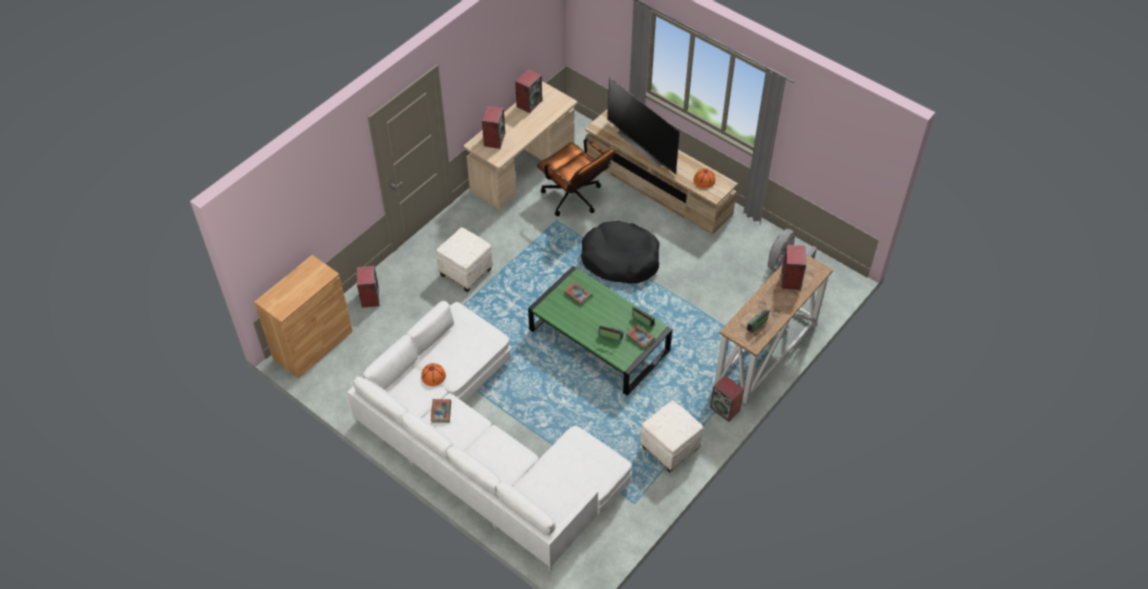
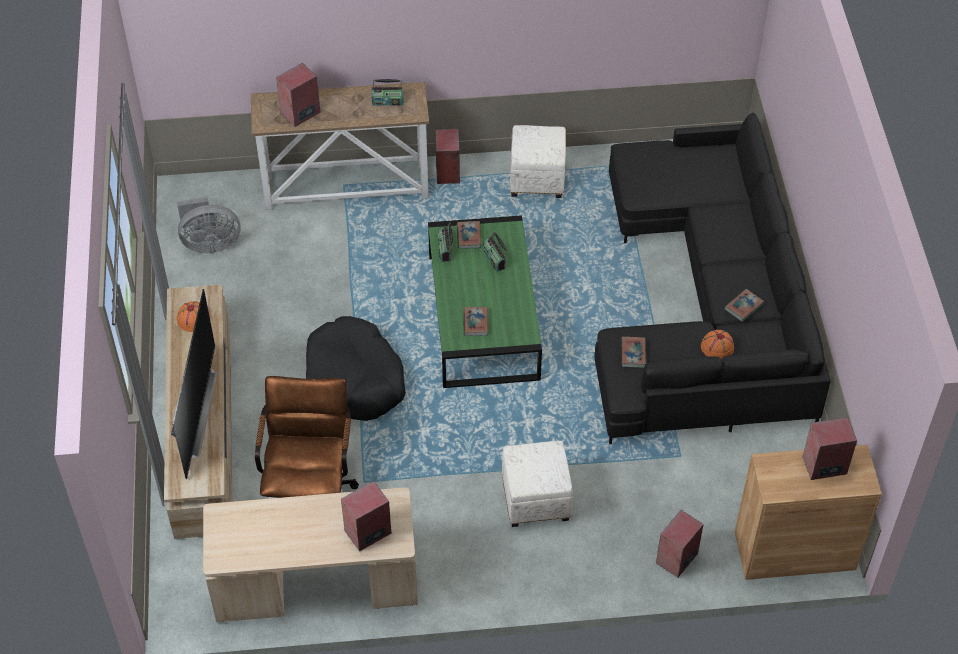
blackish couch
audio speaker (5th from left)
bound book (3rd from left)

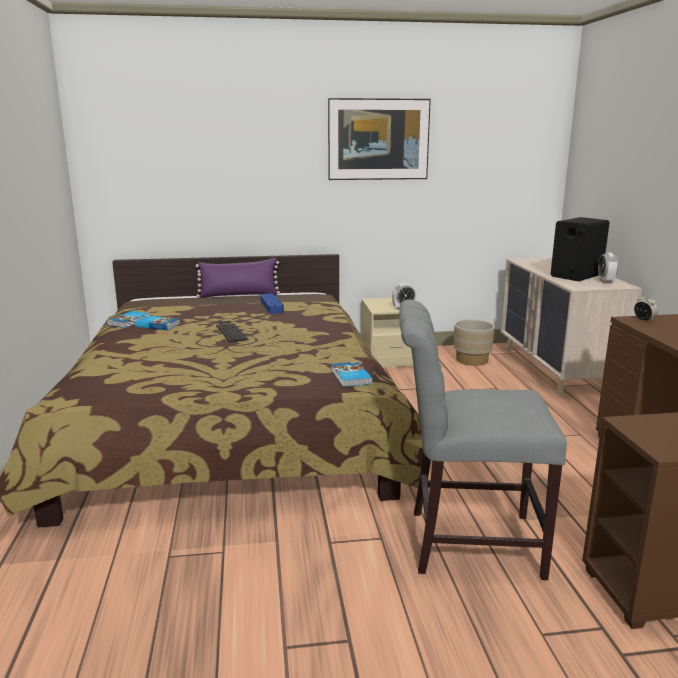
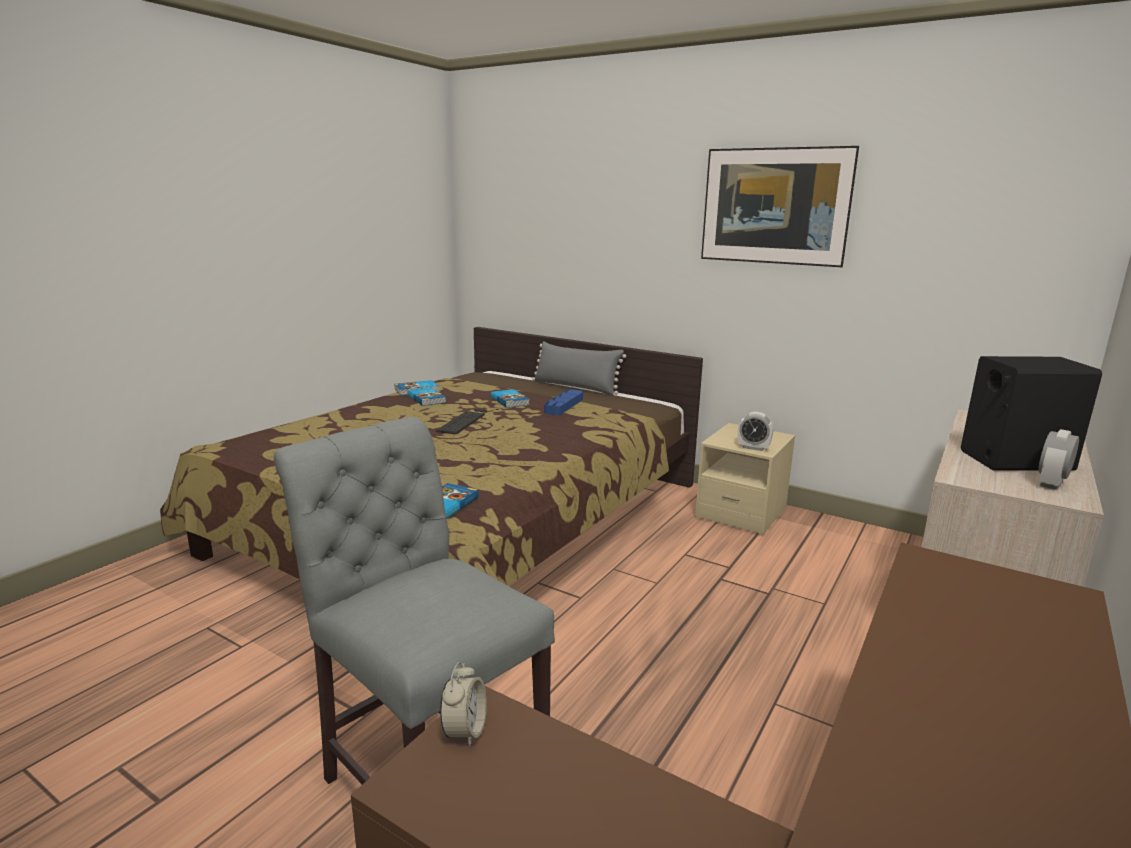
greyish pillow
beige flower pot
alarm clock (1st from left)
bound book (4th from left)

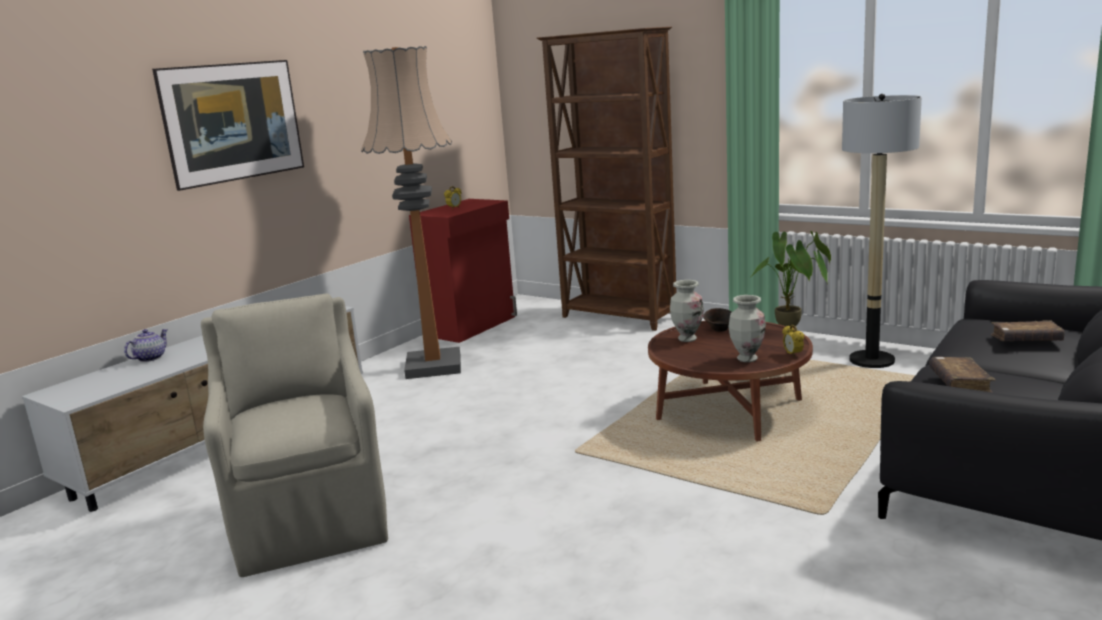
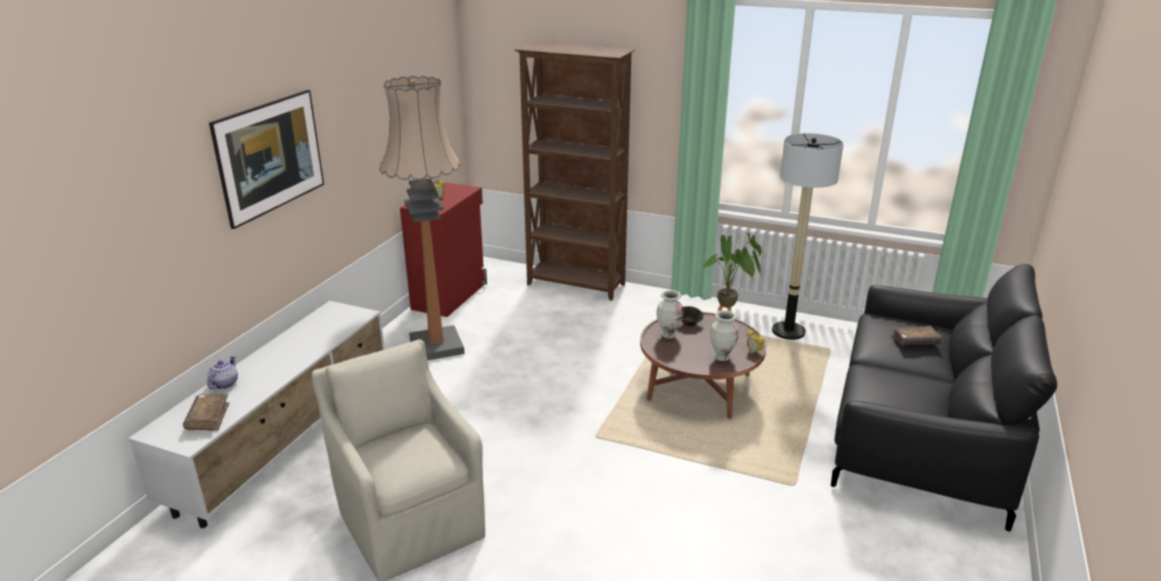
brown-coloured bound book (1st from left)

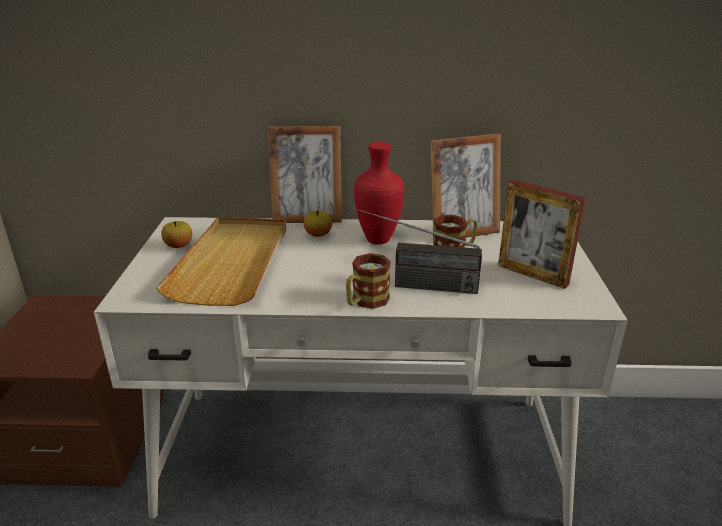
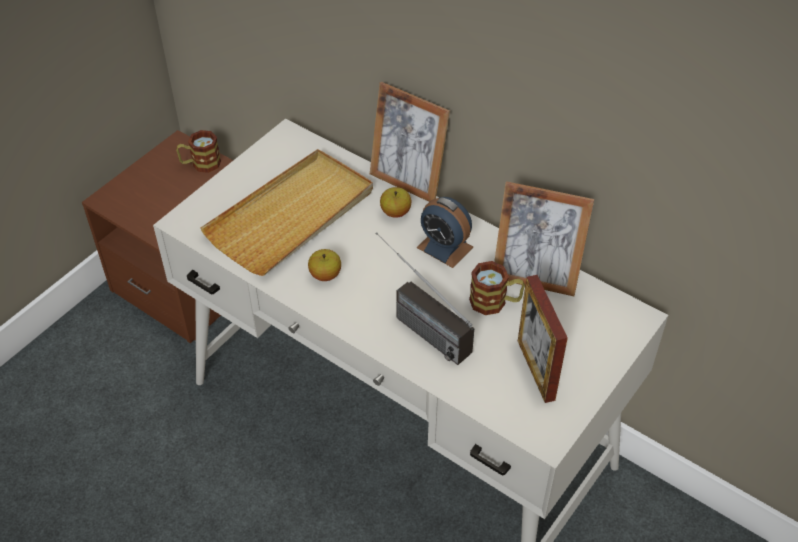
apple (1st from left)
mug (1st from left)
alarm clock

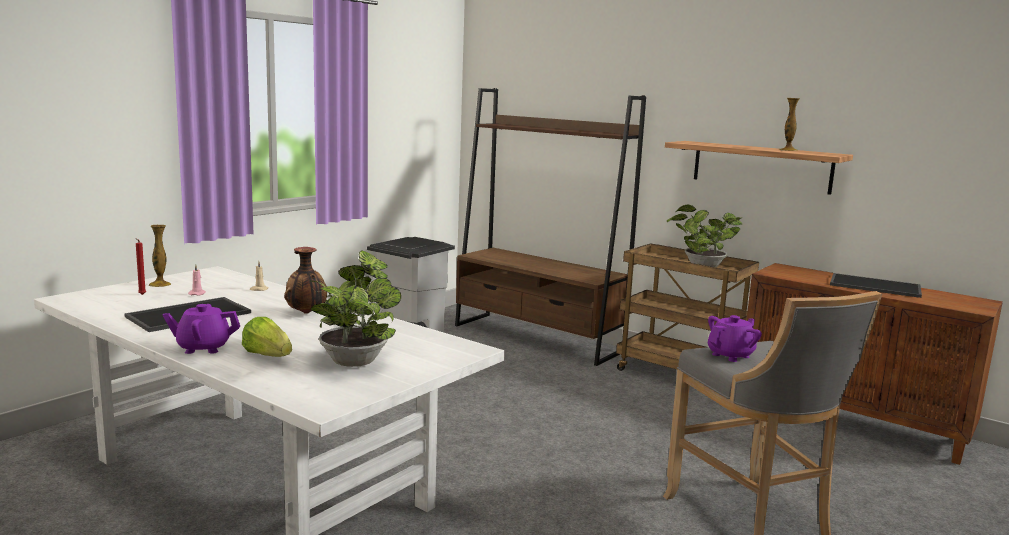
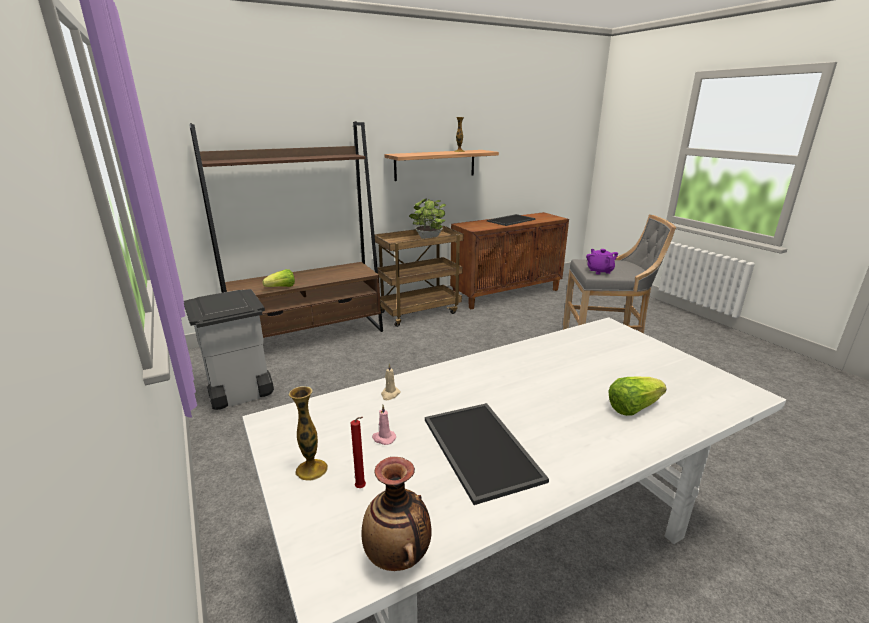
purple teapot (1st from left in the first image)
vase (2nd from left)
potted plant (1st from left in the first image)
lettuce head (1st from left)

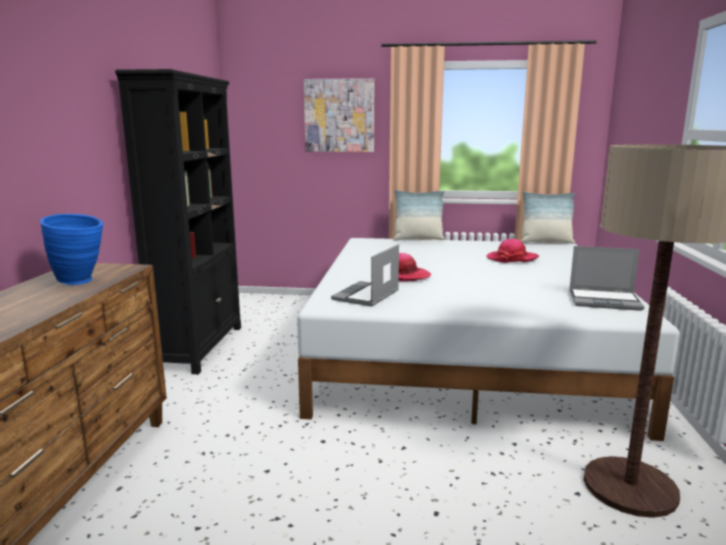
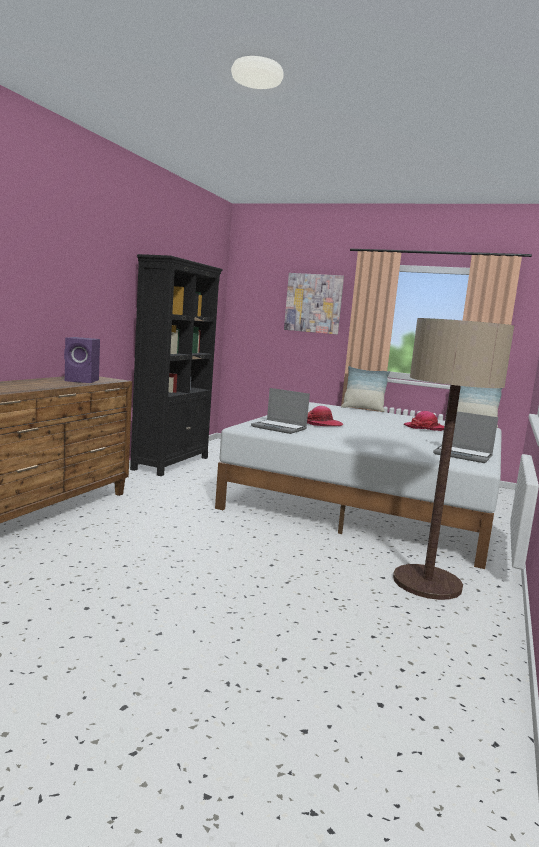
purple audio speaker
portable computer (1st from left)

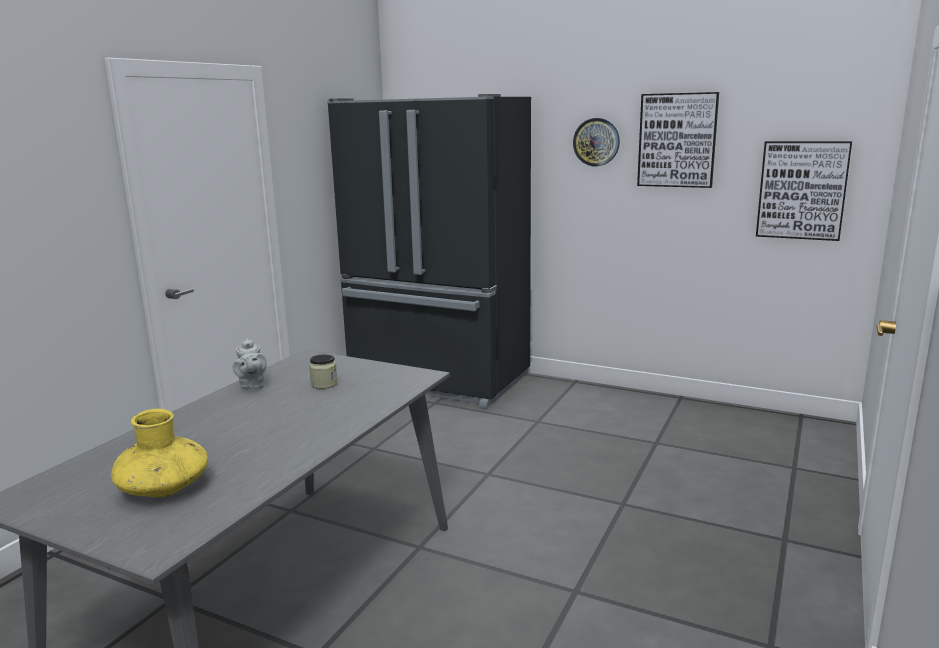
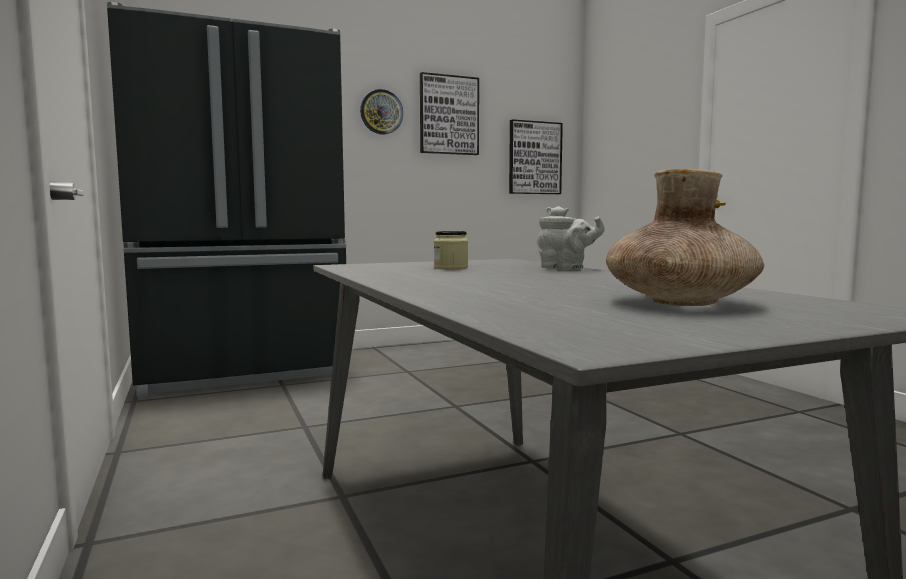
brown-coloured vase
greyish teapot

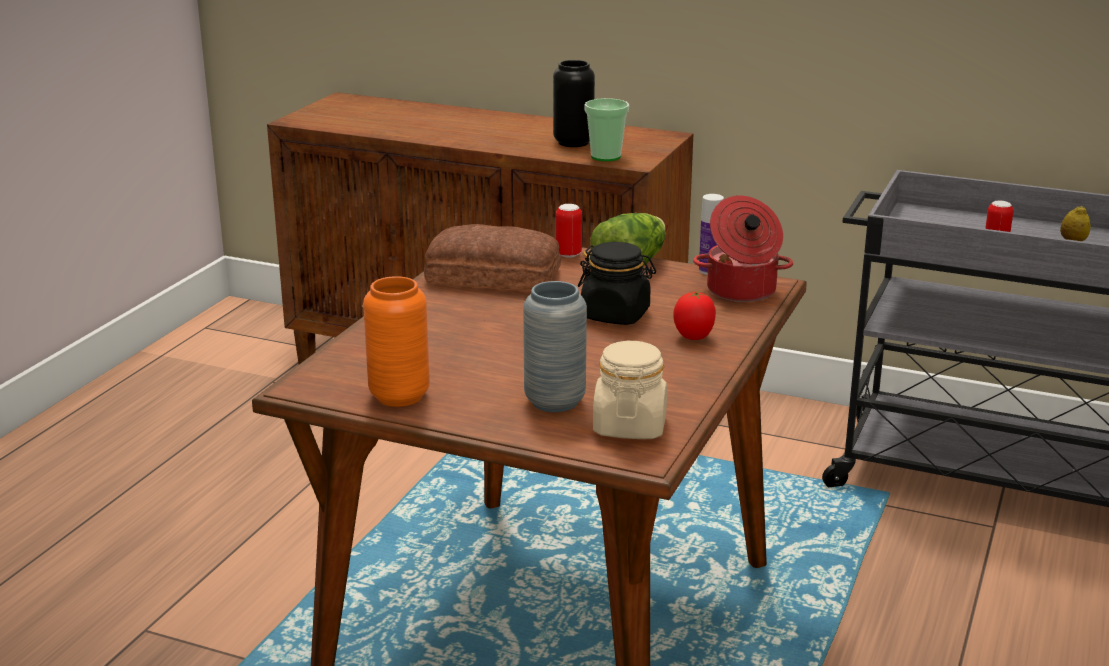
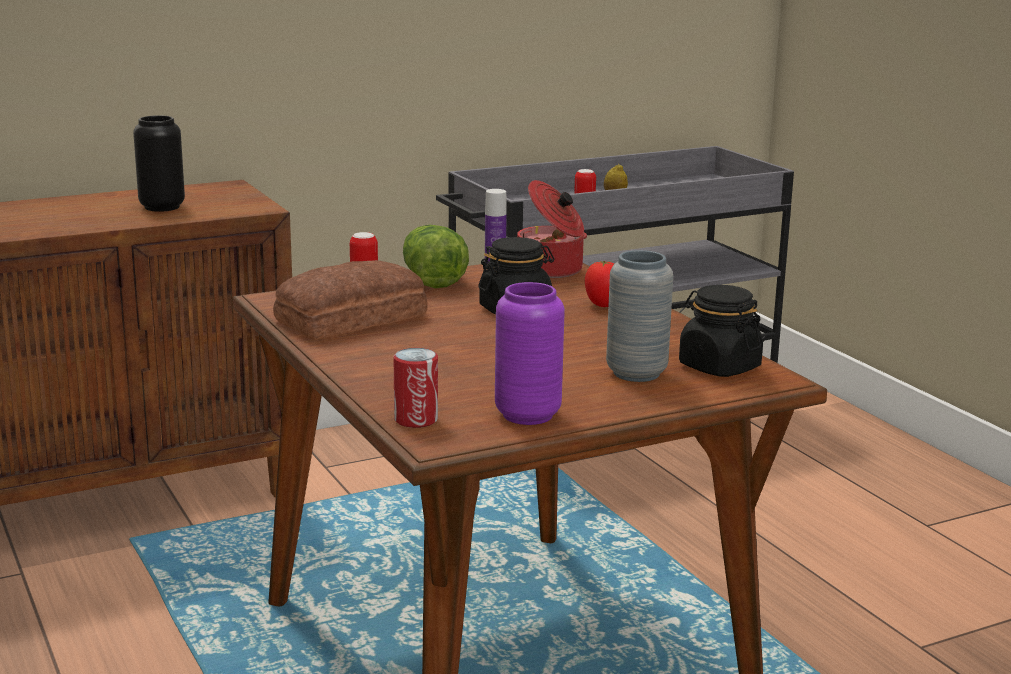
purple vase
cup
blackish preserve jar (2nd from left)
metal can (2nd from left)

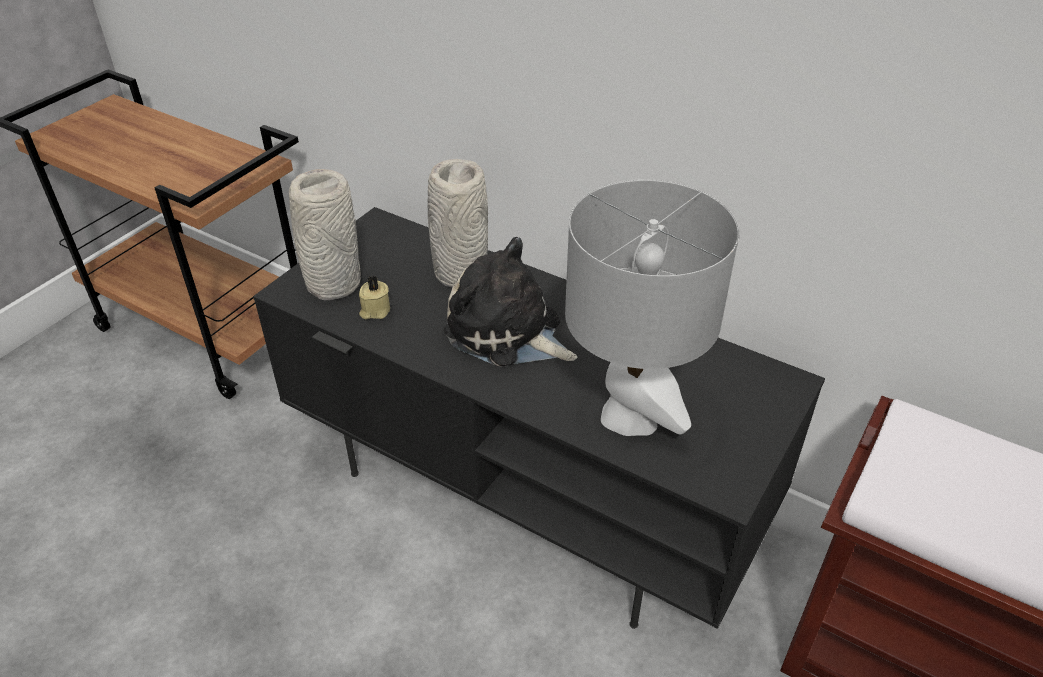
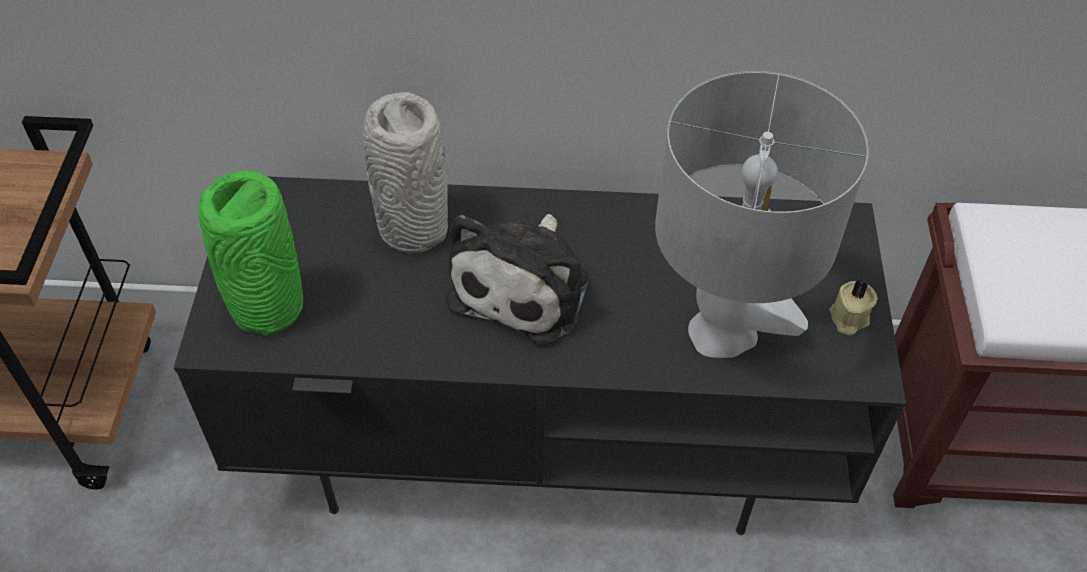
greenish vase
beige wax light
plush toy

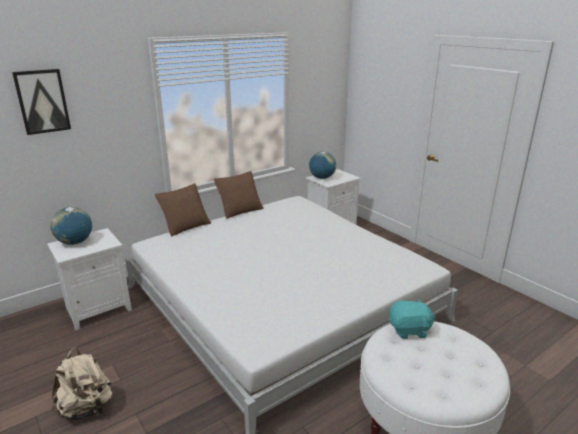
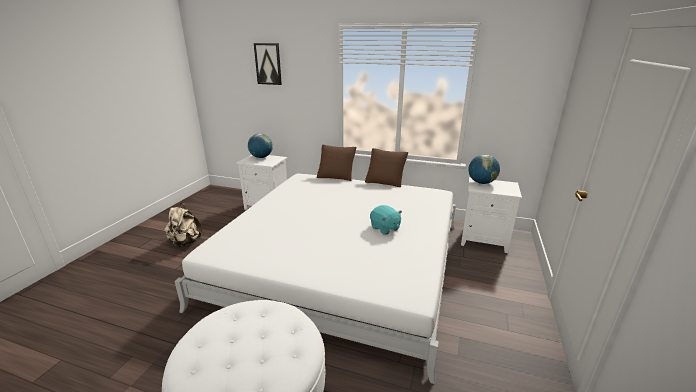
turquoise-coloured plush toy

